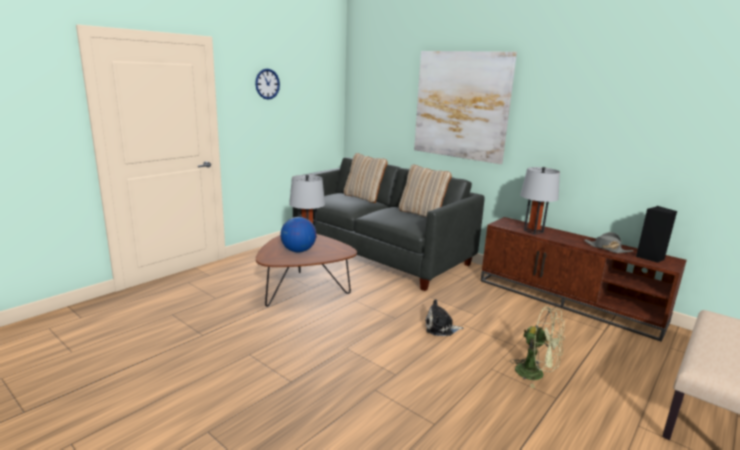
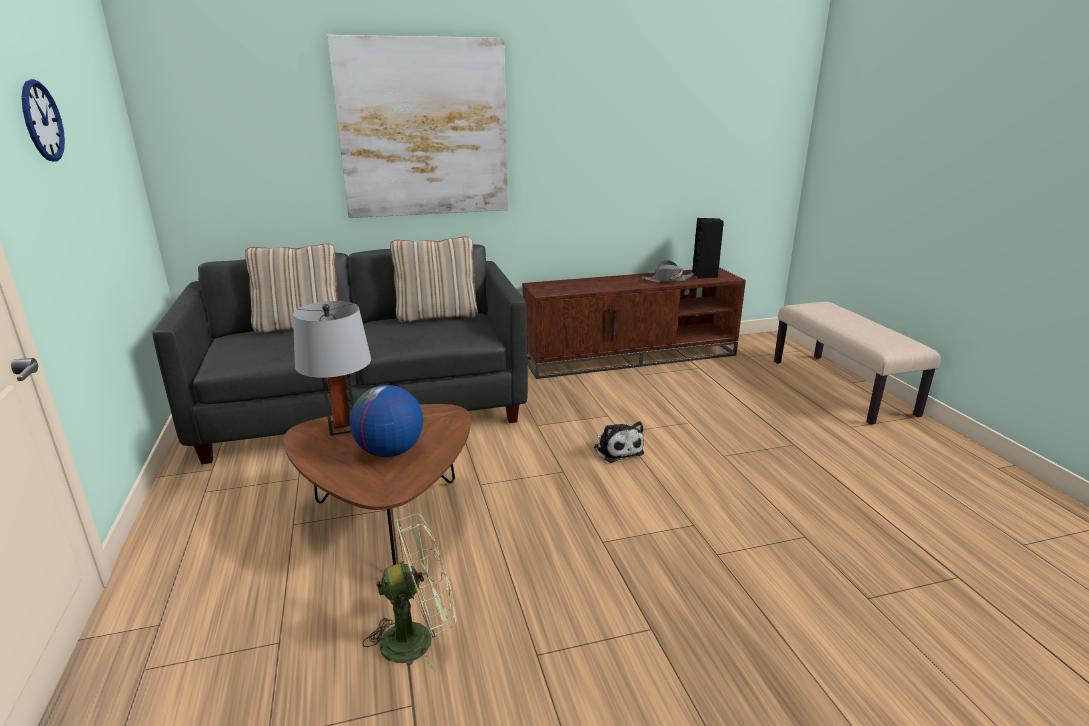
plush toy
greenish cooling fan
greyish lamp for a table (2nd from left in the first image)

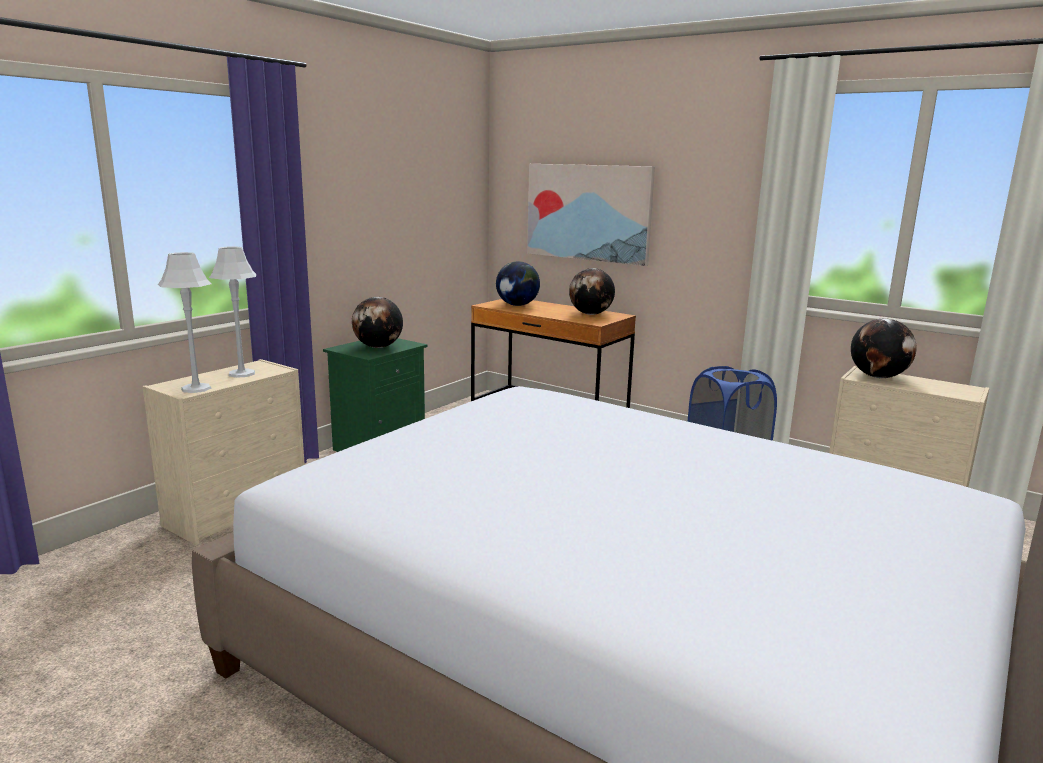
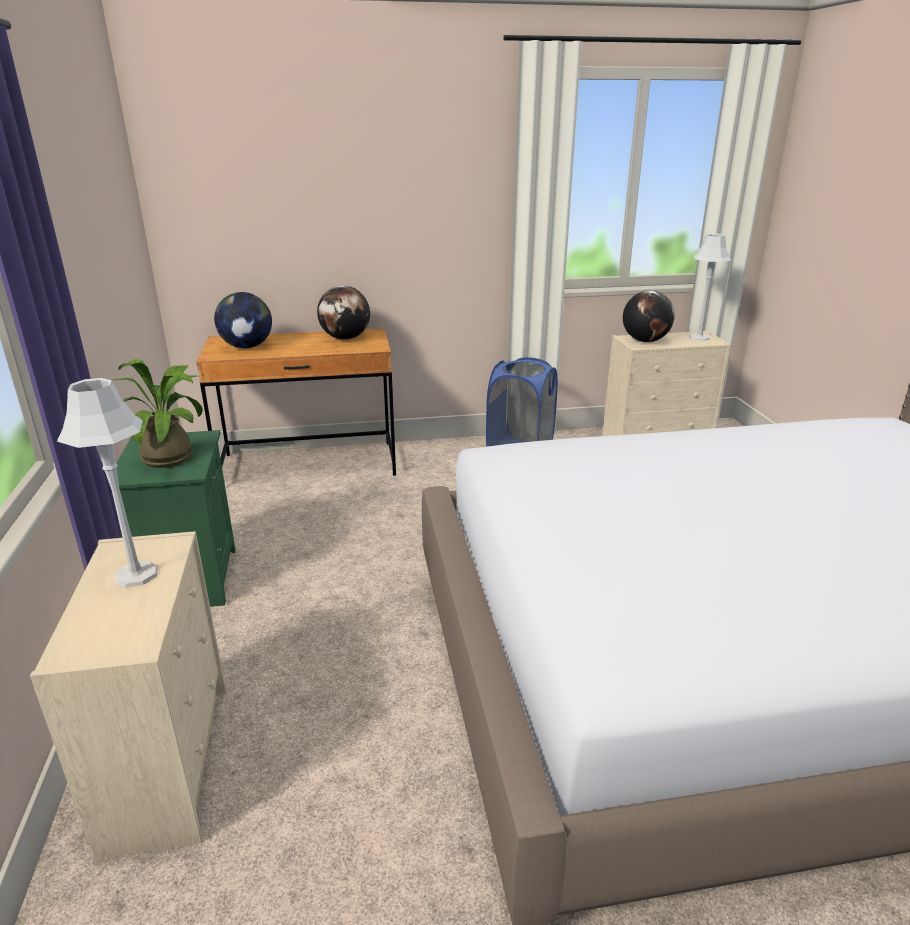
greyish lamp for a table (2nd from left)
potted plant
wall picture

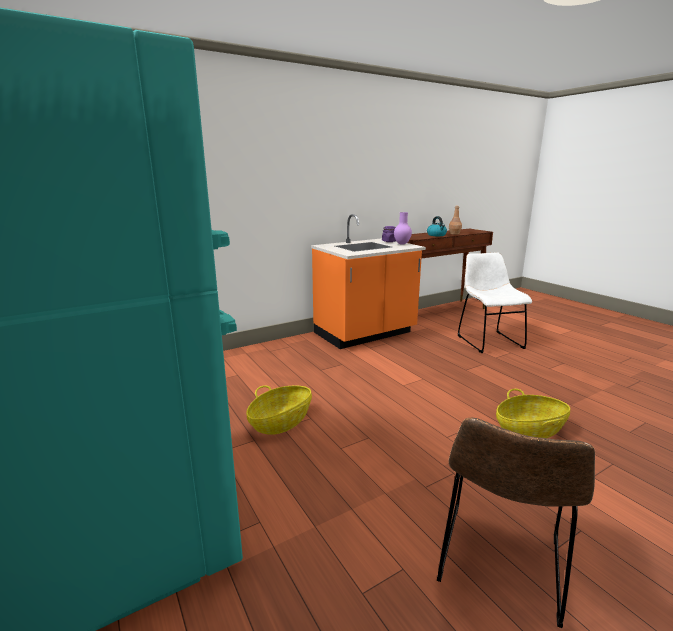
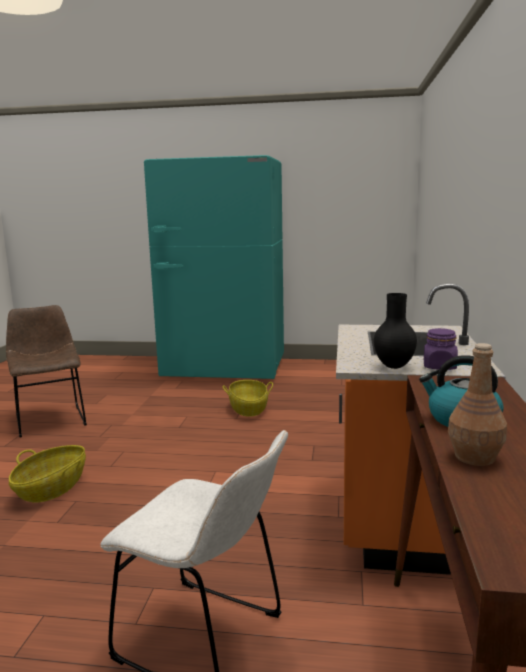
blackish vase

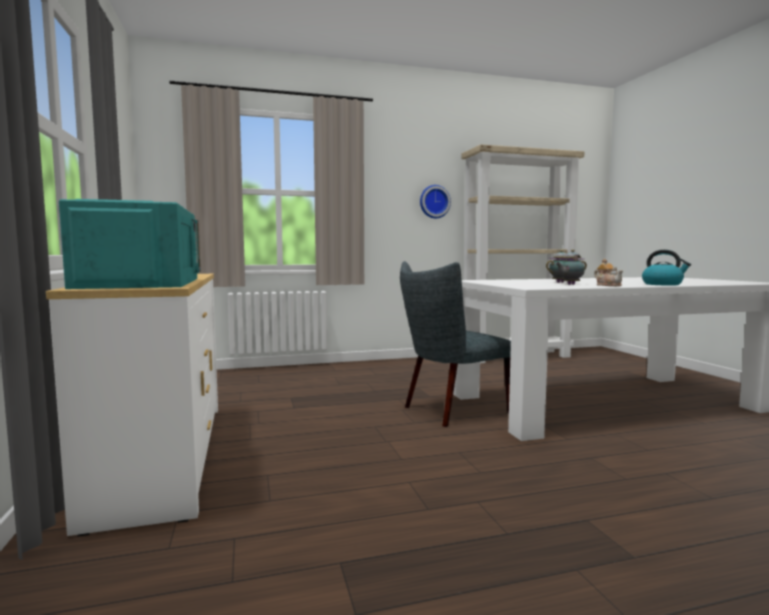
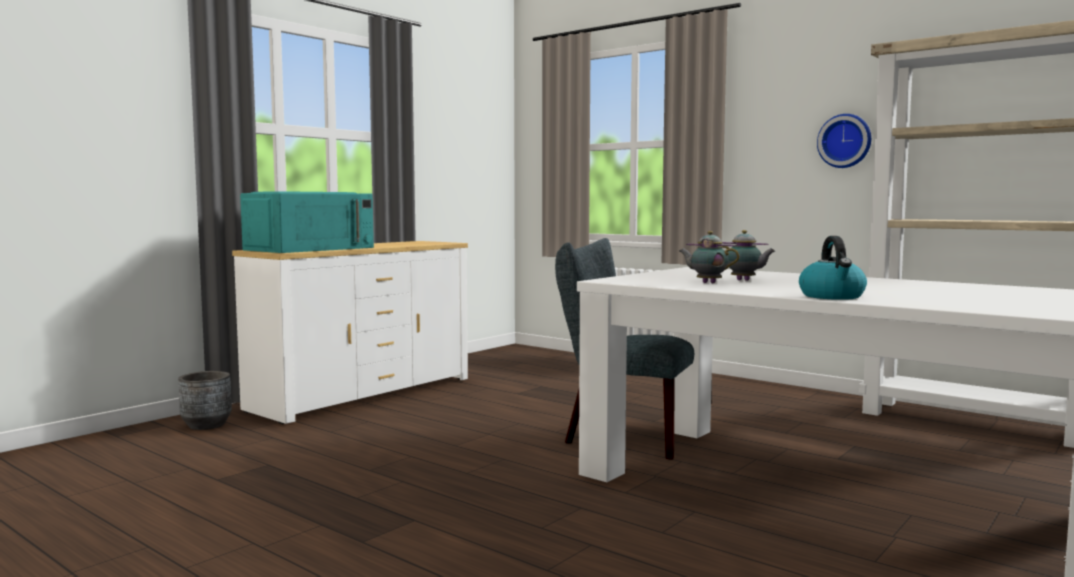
teapot (3rd from left in the first image)
greyish flower pot

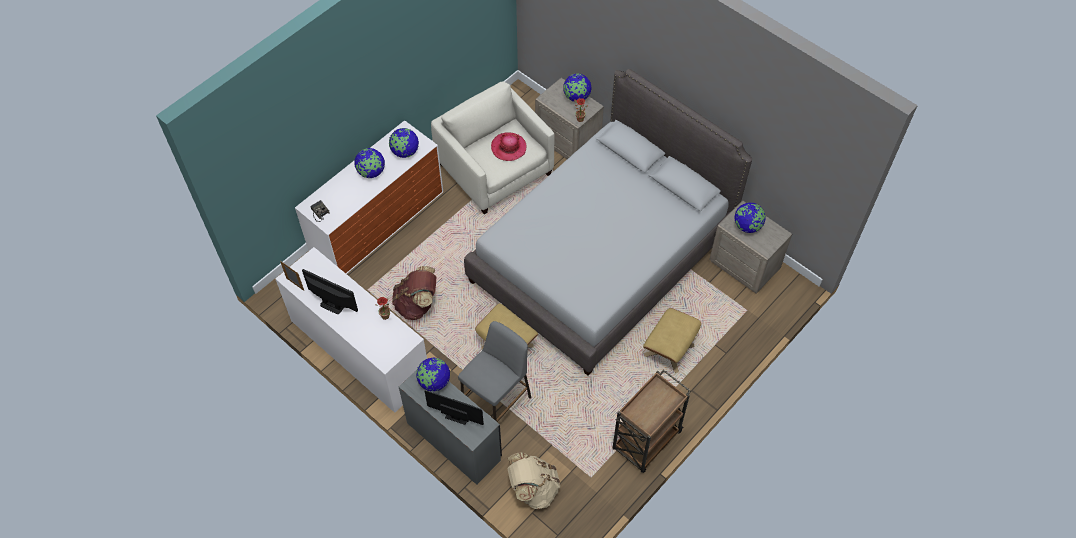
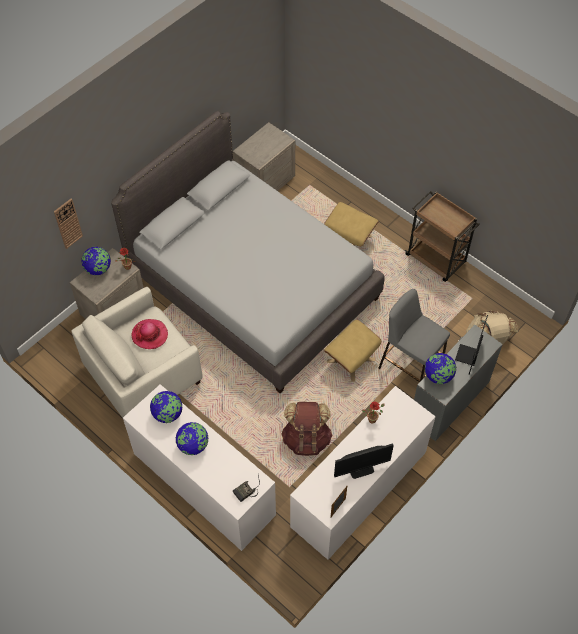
computer display (1st from left)
world globe (5th from left in the first image)
clock on the wall

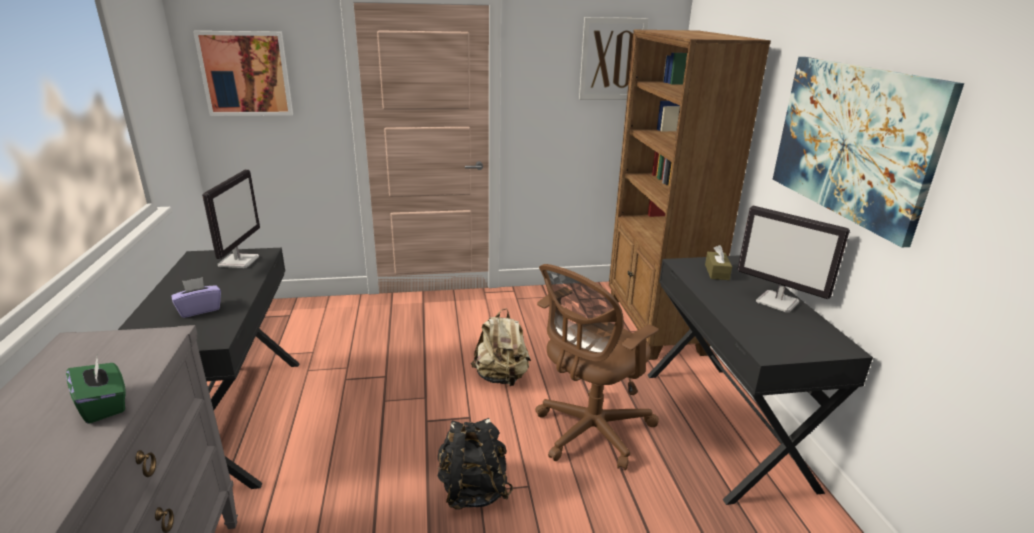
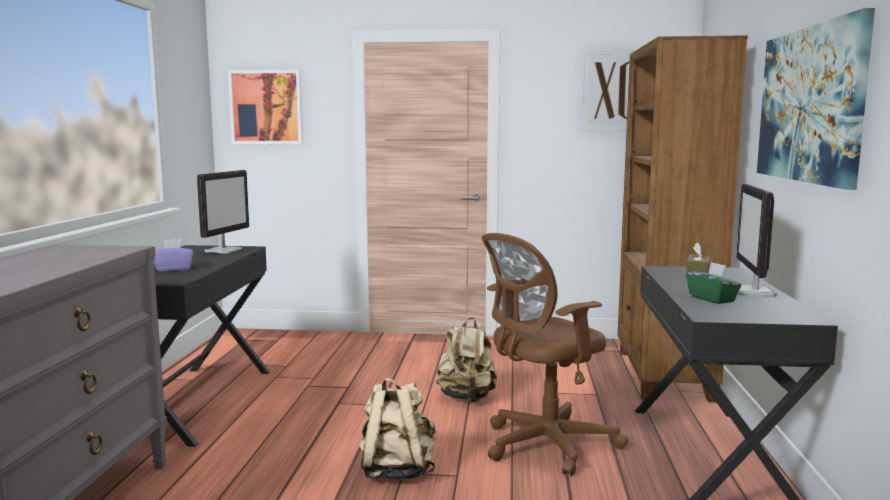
greenish box of tissues
beige backpack (1st from left)
computer display (2nd from left)

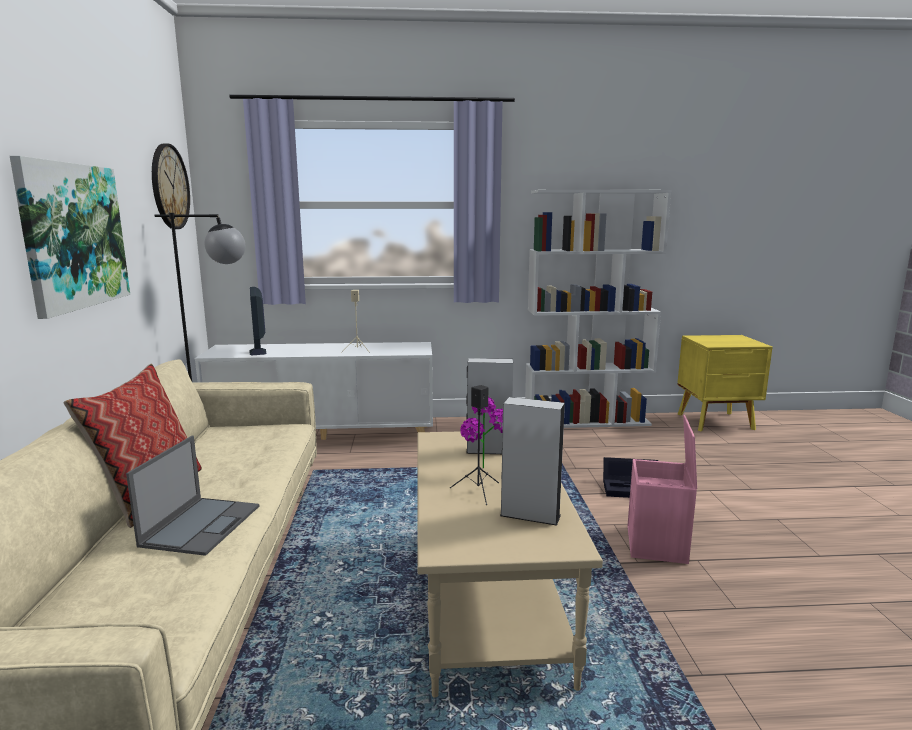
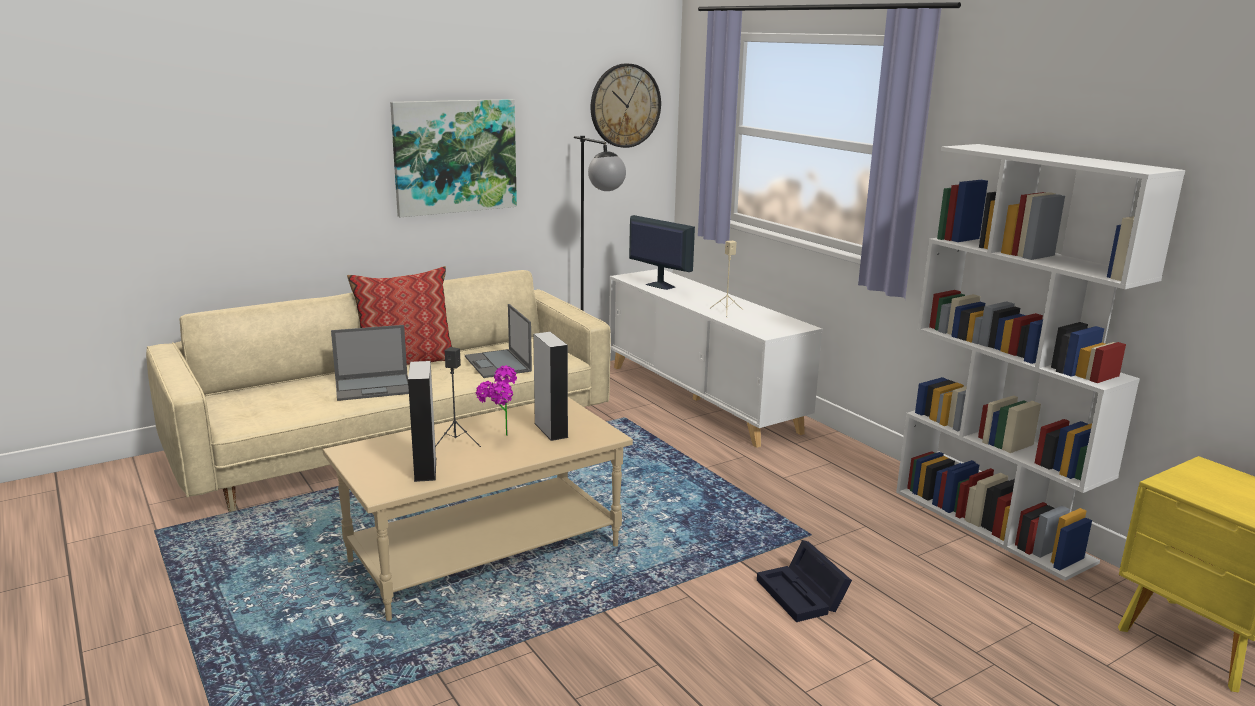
computer display
pink storage container
portable computer (2nd from left)

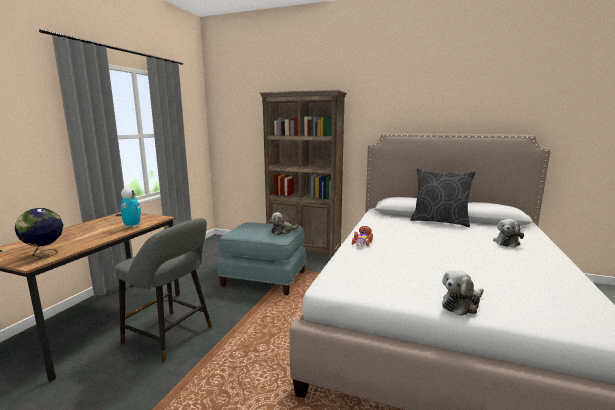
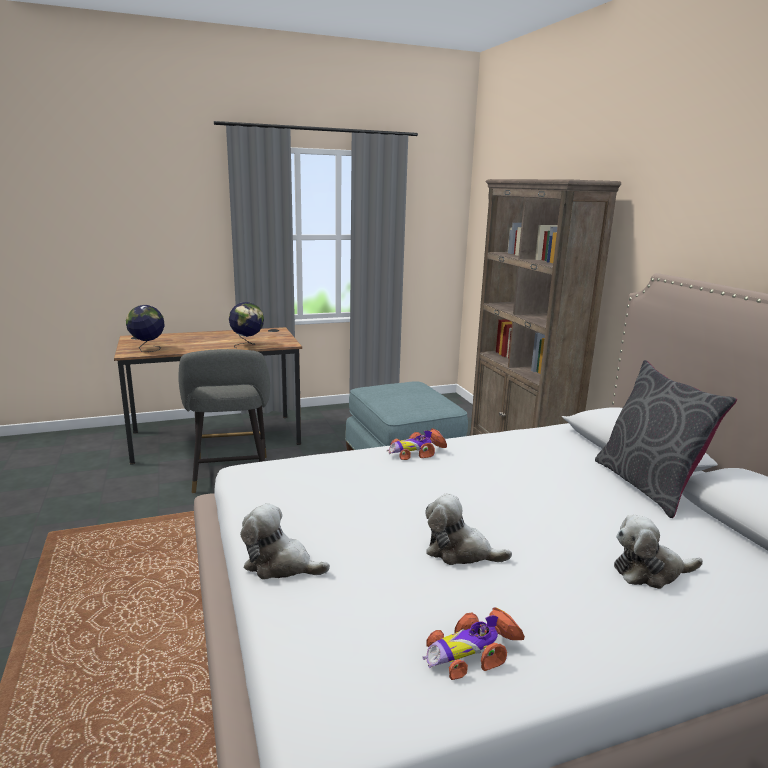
world globe (2nd from left)
plush toy (2nd from left)
toy car (2nd from left)

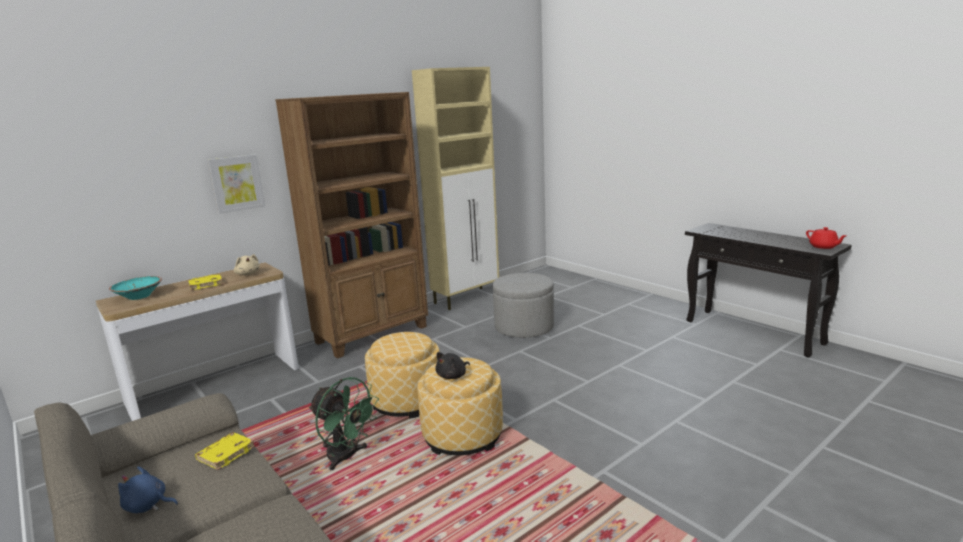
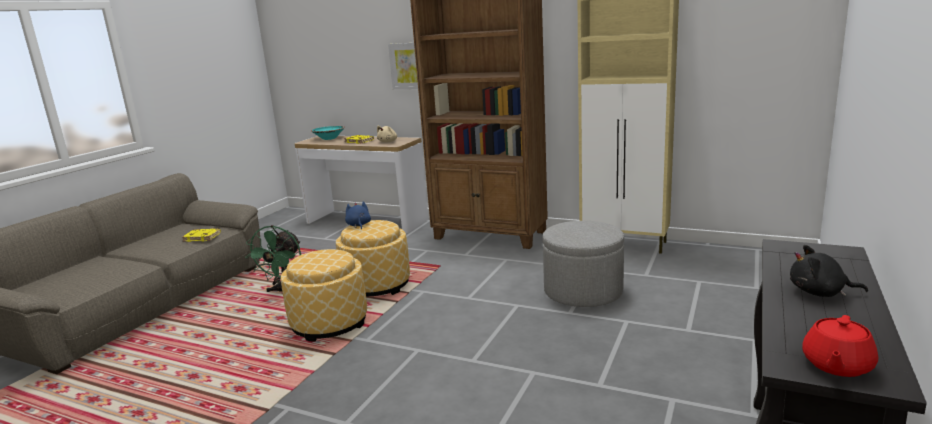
blue plush toy
blackish plush toy

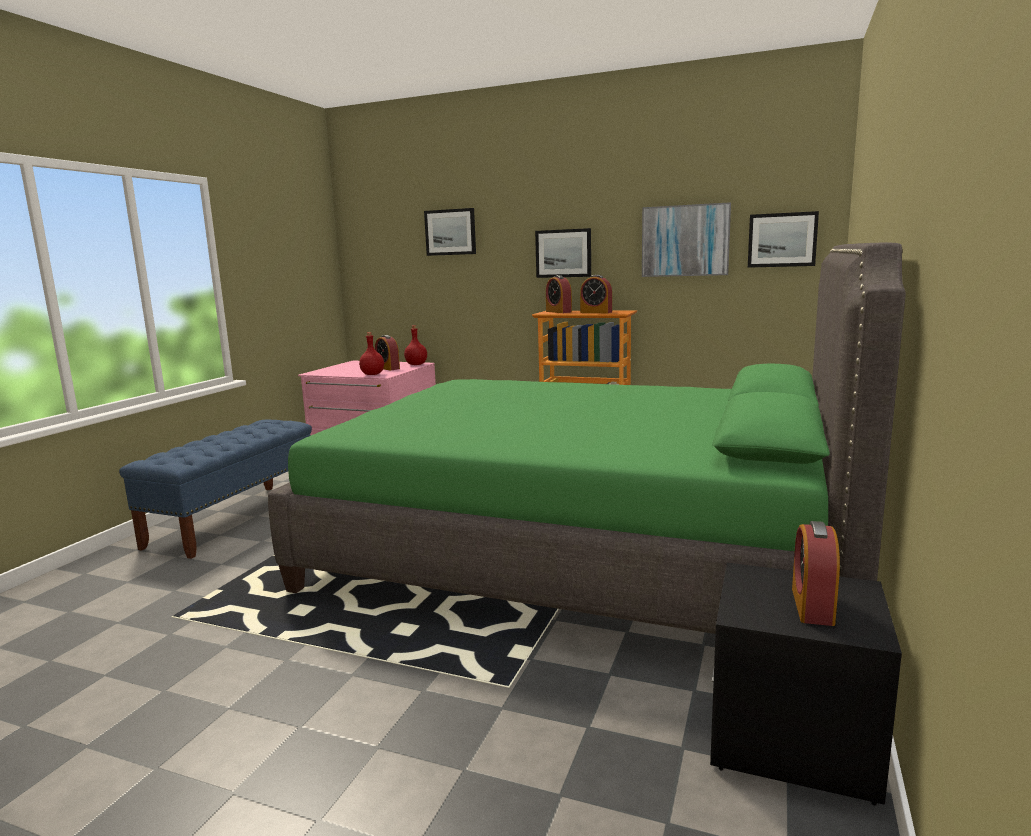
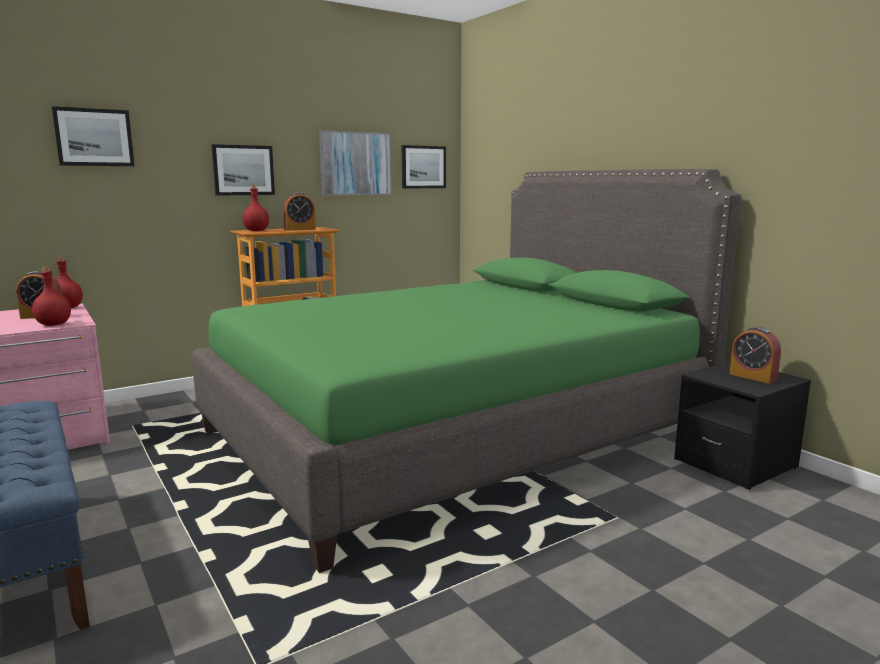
red beverage bottle (3rd from left)

